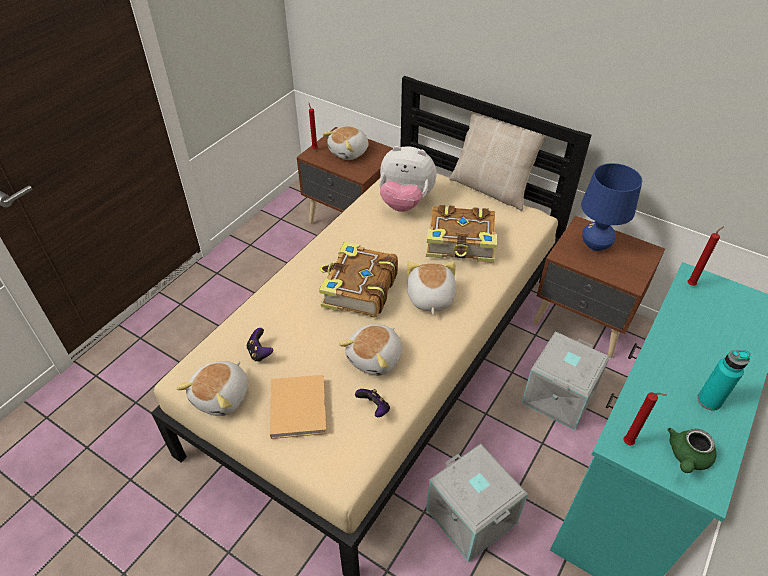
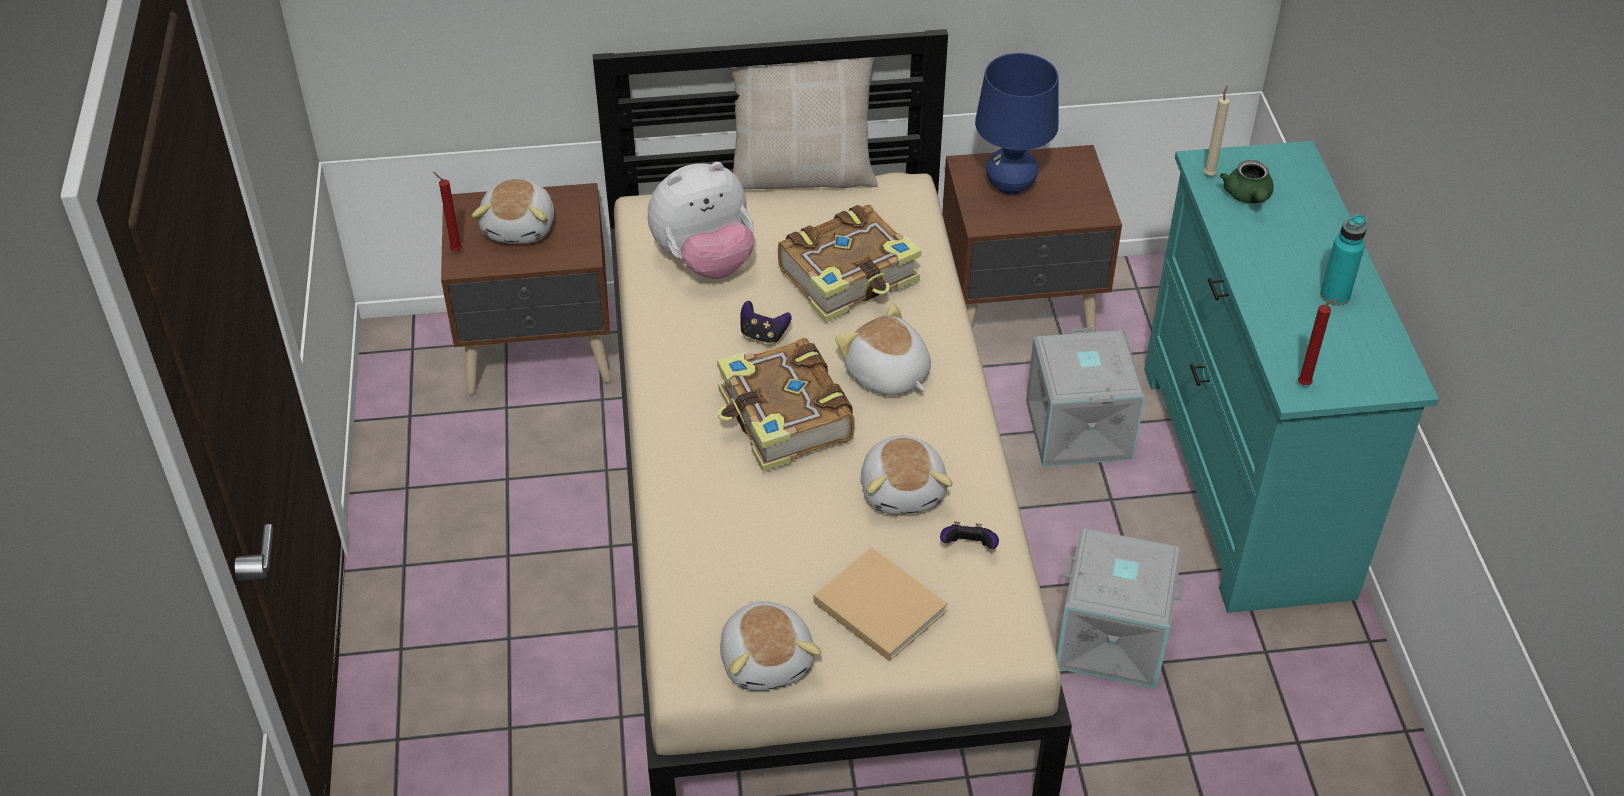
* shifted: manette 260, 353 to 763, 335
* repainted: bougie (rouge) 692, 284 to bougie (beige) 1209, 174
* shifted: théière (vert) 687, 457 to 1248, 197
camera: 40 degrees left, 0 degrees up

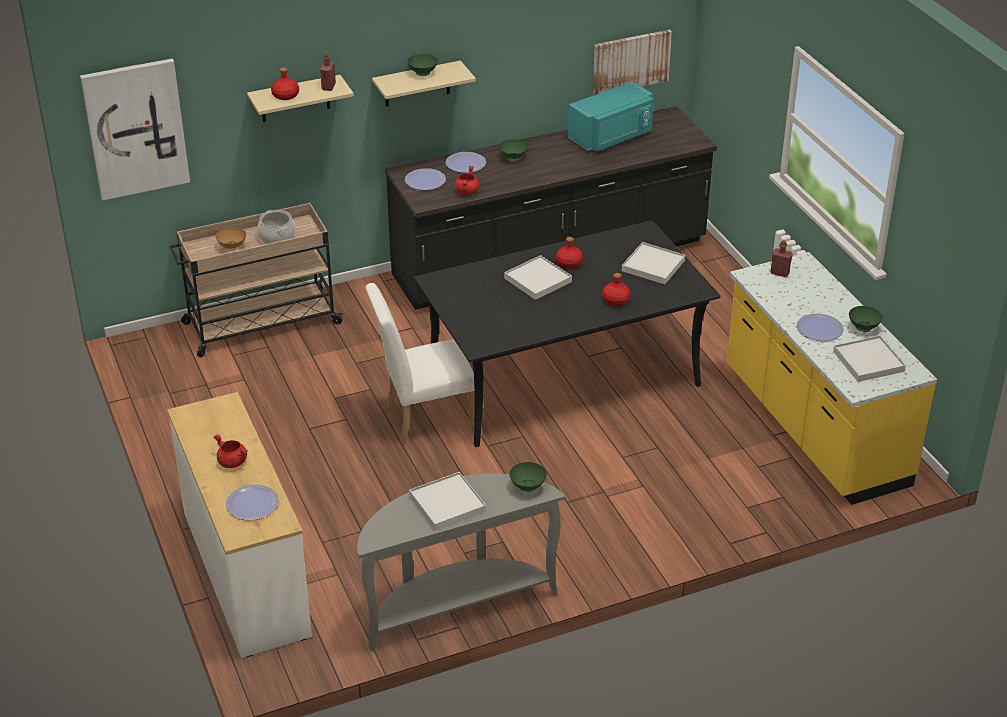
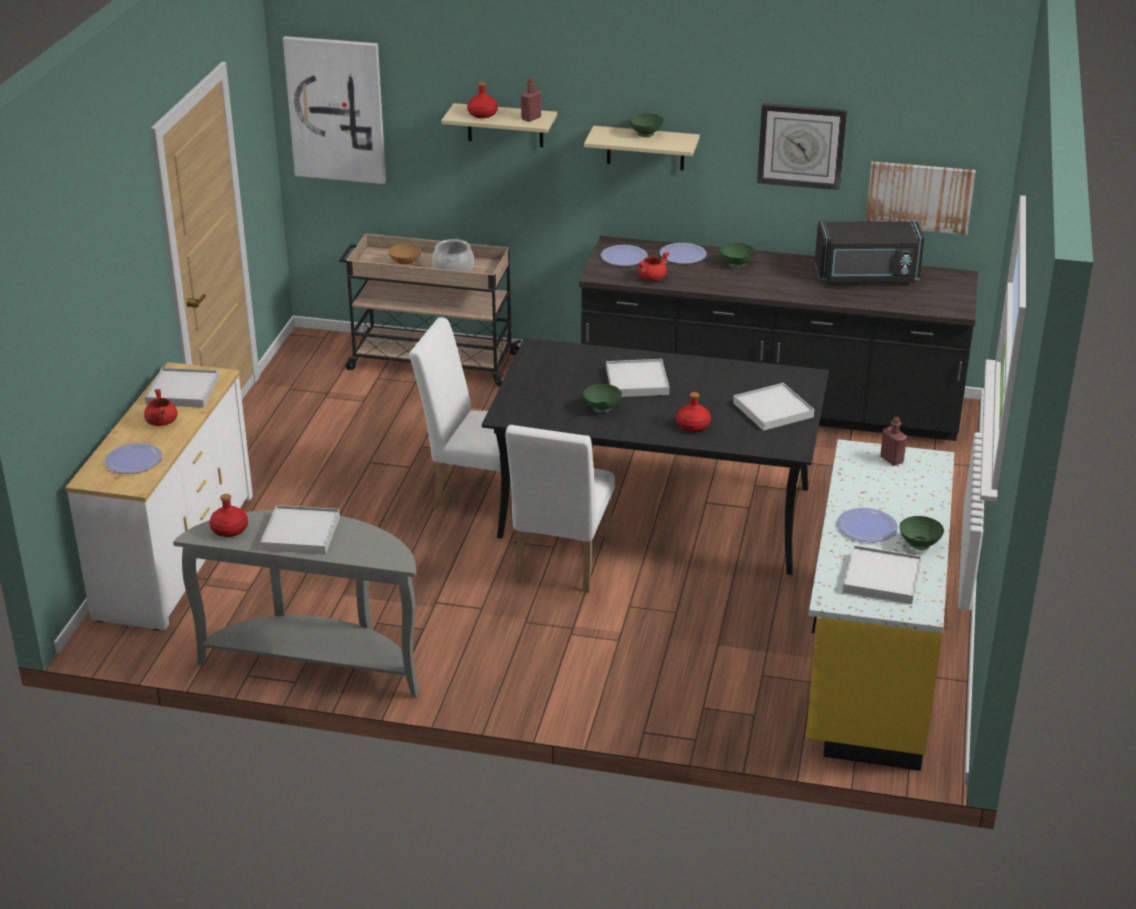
* new: plateau (blanc) 183, 391
* shifted: bouteille (rouge) 569, 263 to 230, 529
* new: chaise (blanc) 560, 565
* shifted: bol (vert) 527, 487 to 601, 409
* new: horloge murale 801, 146
* repainted: micro-ondes (turquoise) 612, 136 to micro-ondes (noir) 867, 277
camera: 35 degrees right, 5 degrees down

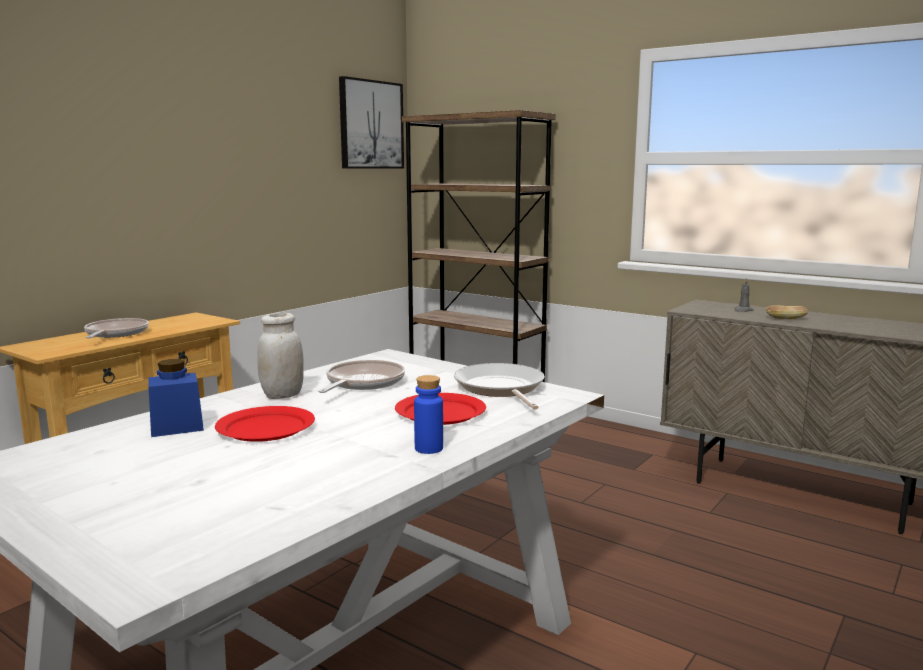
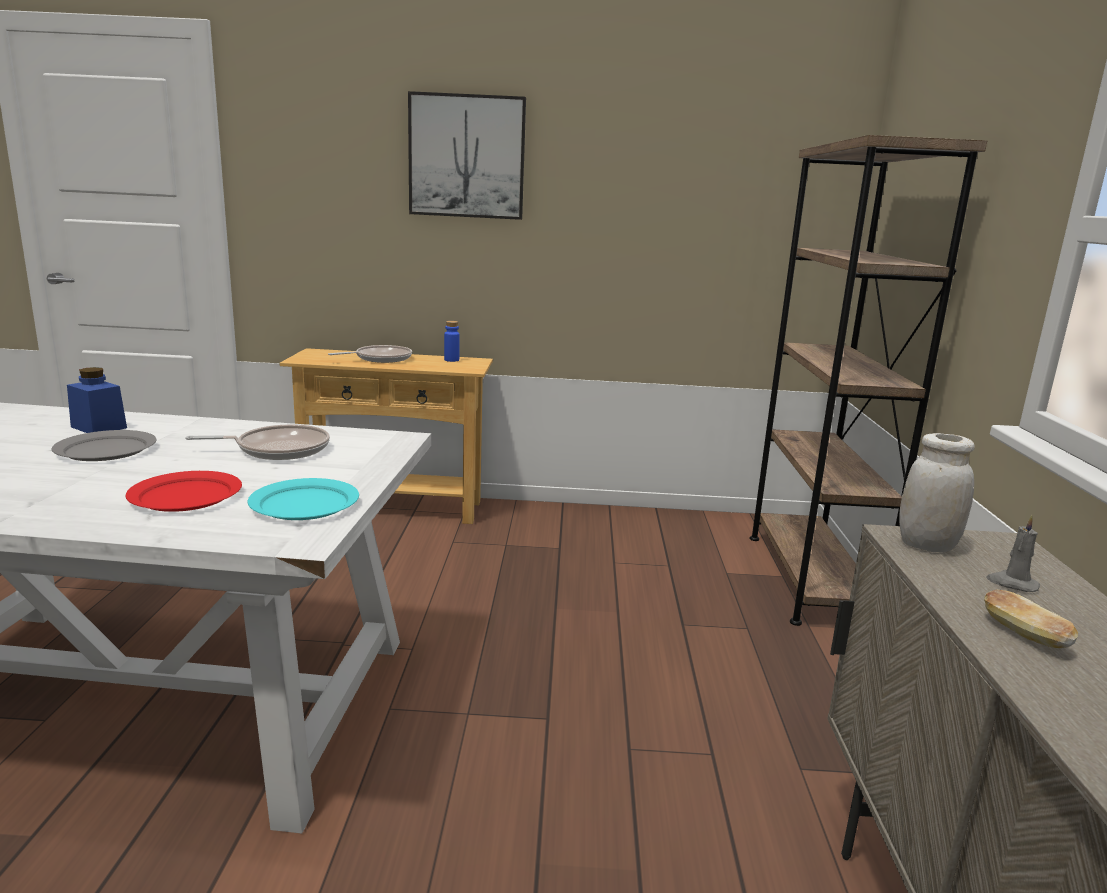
* repainted: assiette (rouge) 265, 428 to assiette (gris) 105, 450
* swapped: poêle 500, 388 to assiette (turquoise) 303, 504
* shifted: tableau 371, 125 to 467, 157
* shifted: bouteille (bleu) 429, 448 to 451, 360
* shifted: bocal (blanc) 282, 395 to 926, 545
camera: 55 degrees right, 5 degrees up

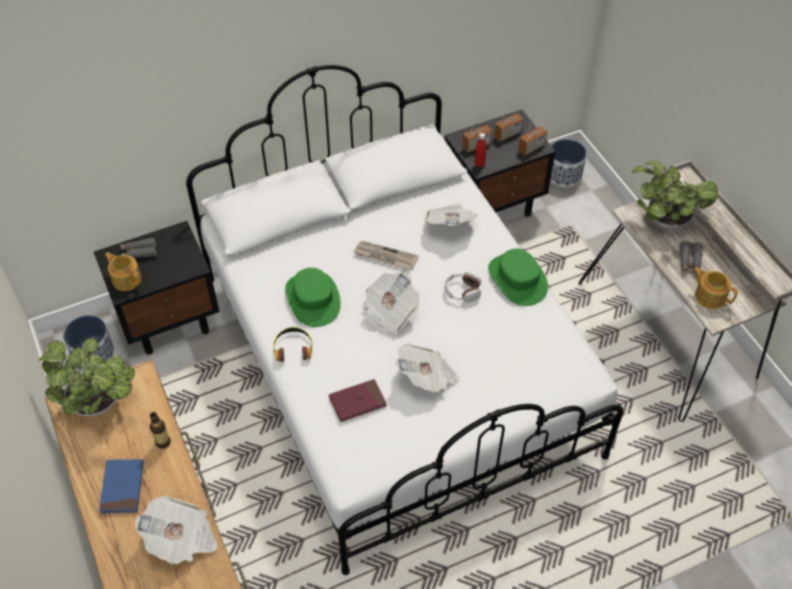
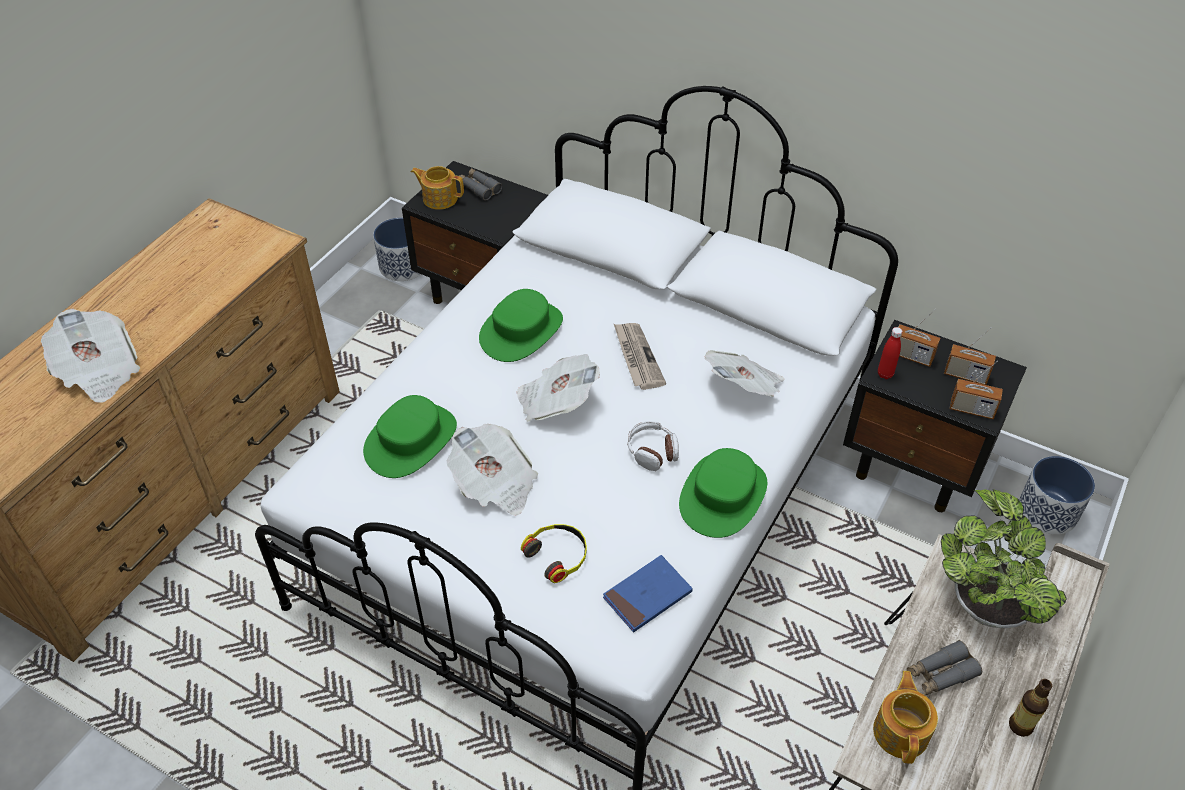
* swapped: livre (rouge) 357, 402 to chapeau (vert) 411, 441
* rotated: théière 126, 279 = 439, 198 75 degrees counterclockwise
* shifted: casque audio 293, 348 to 557, 555
* shifted: livre (bleu) 122, 487 to 647, 596
* shifted: bouteille 163, 442 to 1020, 726
* gone: plante en pot 100, 404
camera: 55 degrees right, 5 degrees down

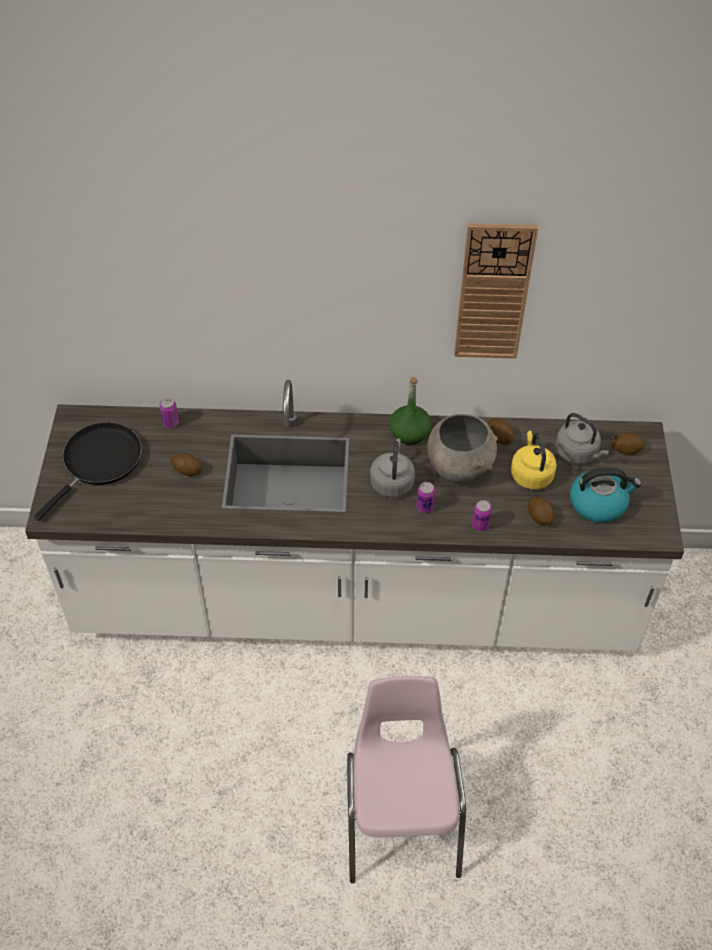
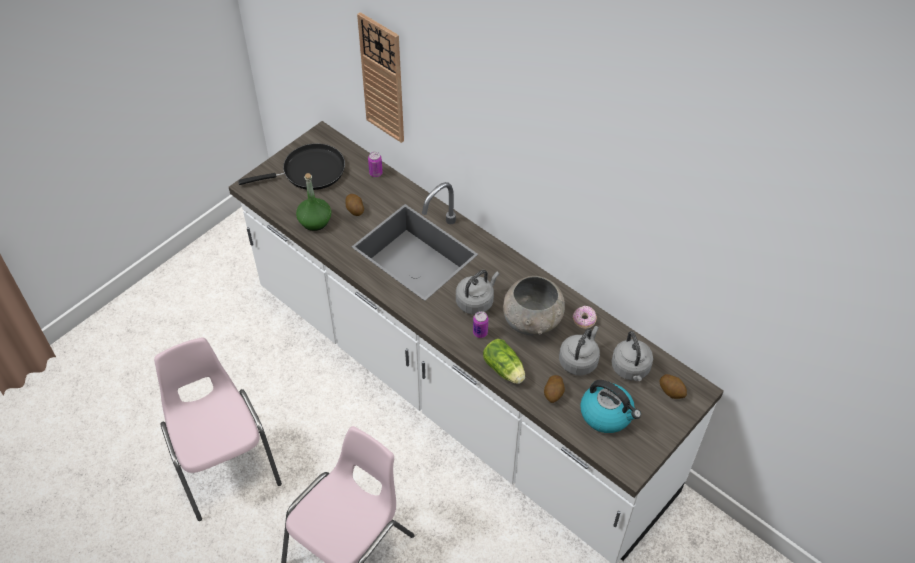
* new: chaise (rose) 224, 461
* shifted: bouteille (vert) 410, 433 to 315, 221
* shifted: horloge murale 493, 292 to 383, 79
* swapped: boîte métallique 480, 525 to laitue 505, 370
* repainted: bouilloire (jaune) 531, 474 to bouilloire (gris) 579, 360
* swapped: pomme de terre 499, 437 to beignet 584, 320
camera: 40 degrees right, 0 degrees up

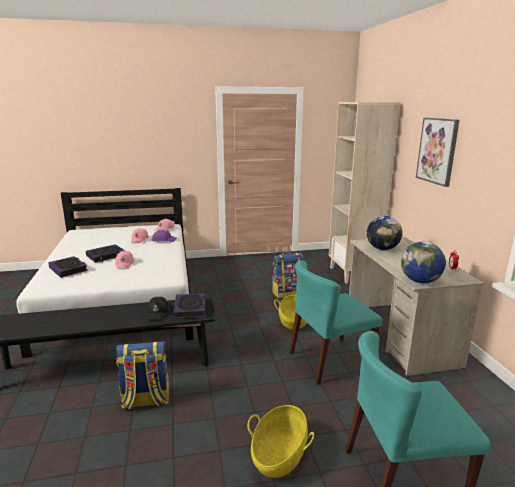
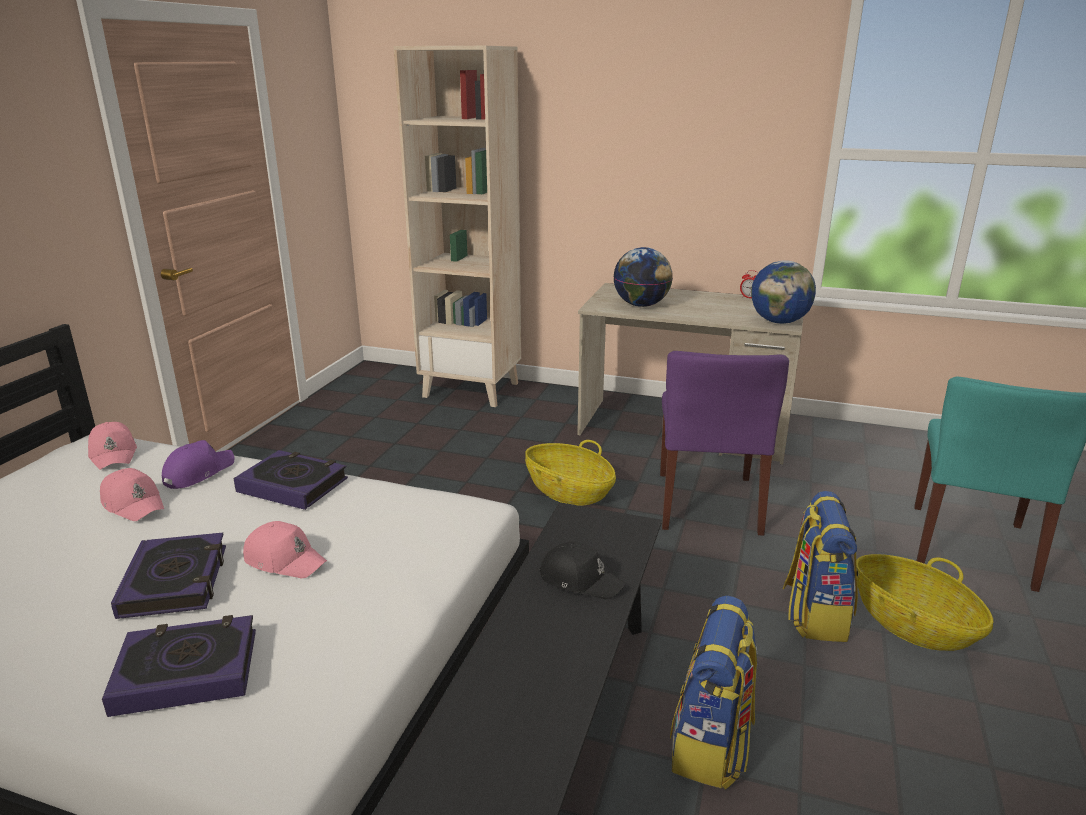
* shifted: livre 190, 309 to 293, 485
* repainted: chaise (turquoise) 329, 360 to chaise (violet) 708, 503
* shifted: sac à dos 287, 293 to 814, 613
* gone: tableau 437, 151
camera: 60 degrees left, 5 degrees up

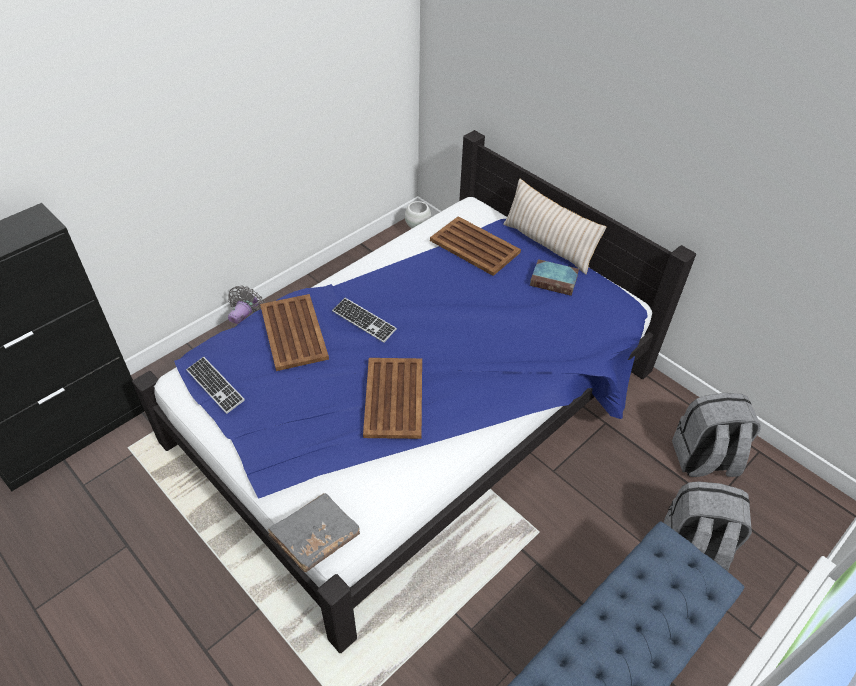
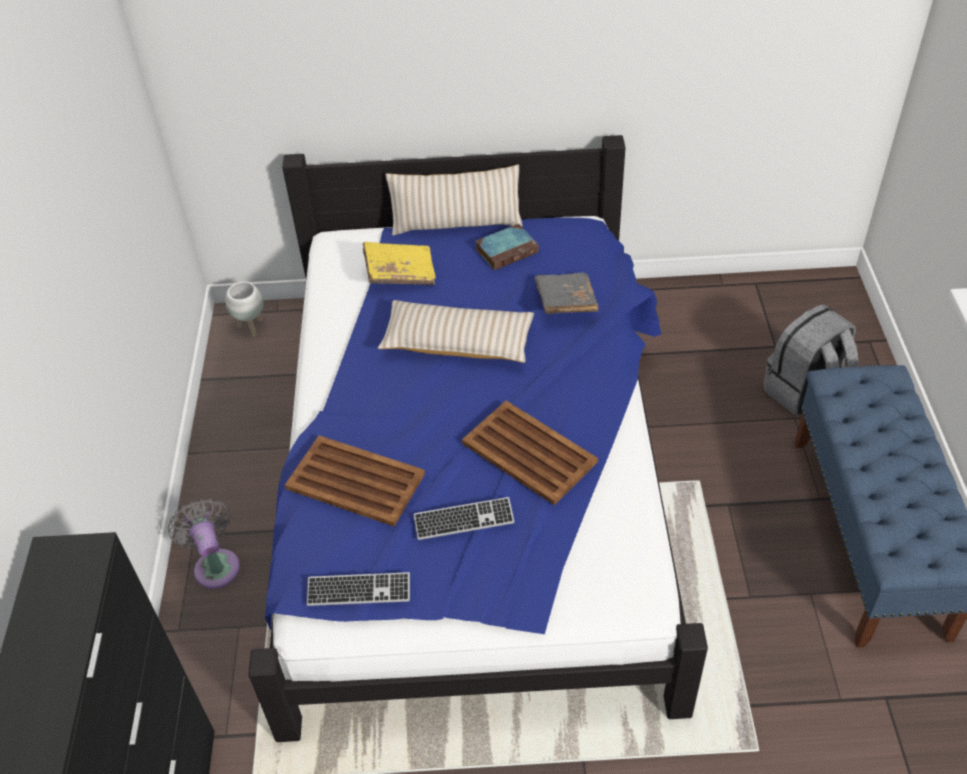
* swapped: plateau (marron) 475, 247 to livre (jaune) 400, 273
* new: coussin (beige) 457, 343
* shifted: clavier 364, 321 to 464, 520
* shifted: livre (gris) 316, 538 to 565, 303
* gone: sac à dos (gris) 703, 459
camera: 45 degrees left, 0 degrees up

